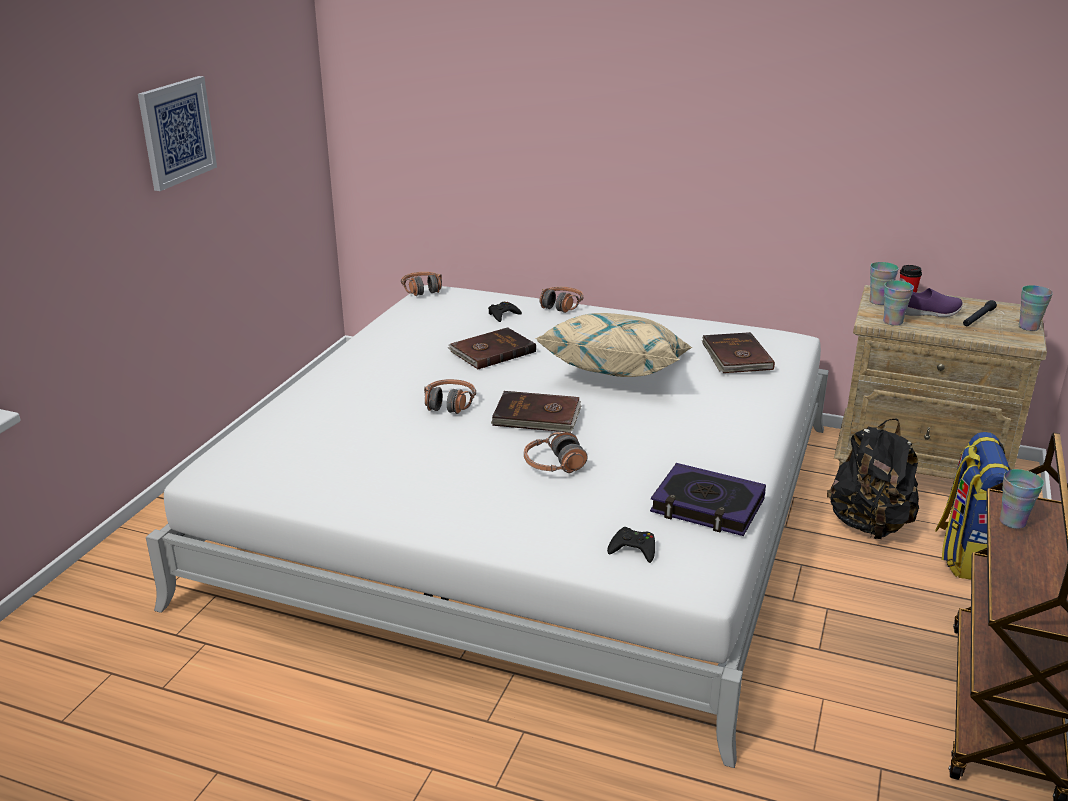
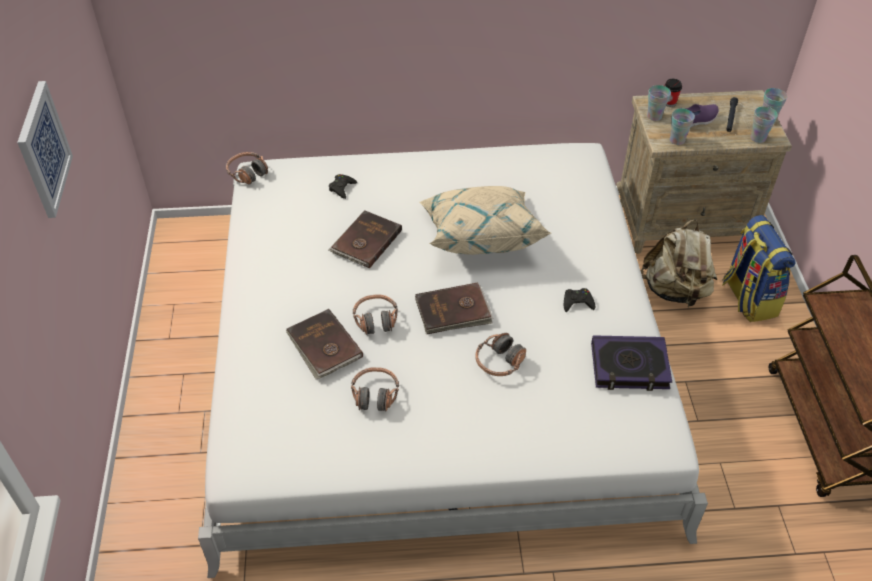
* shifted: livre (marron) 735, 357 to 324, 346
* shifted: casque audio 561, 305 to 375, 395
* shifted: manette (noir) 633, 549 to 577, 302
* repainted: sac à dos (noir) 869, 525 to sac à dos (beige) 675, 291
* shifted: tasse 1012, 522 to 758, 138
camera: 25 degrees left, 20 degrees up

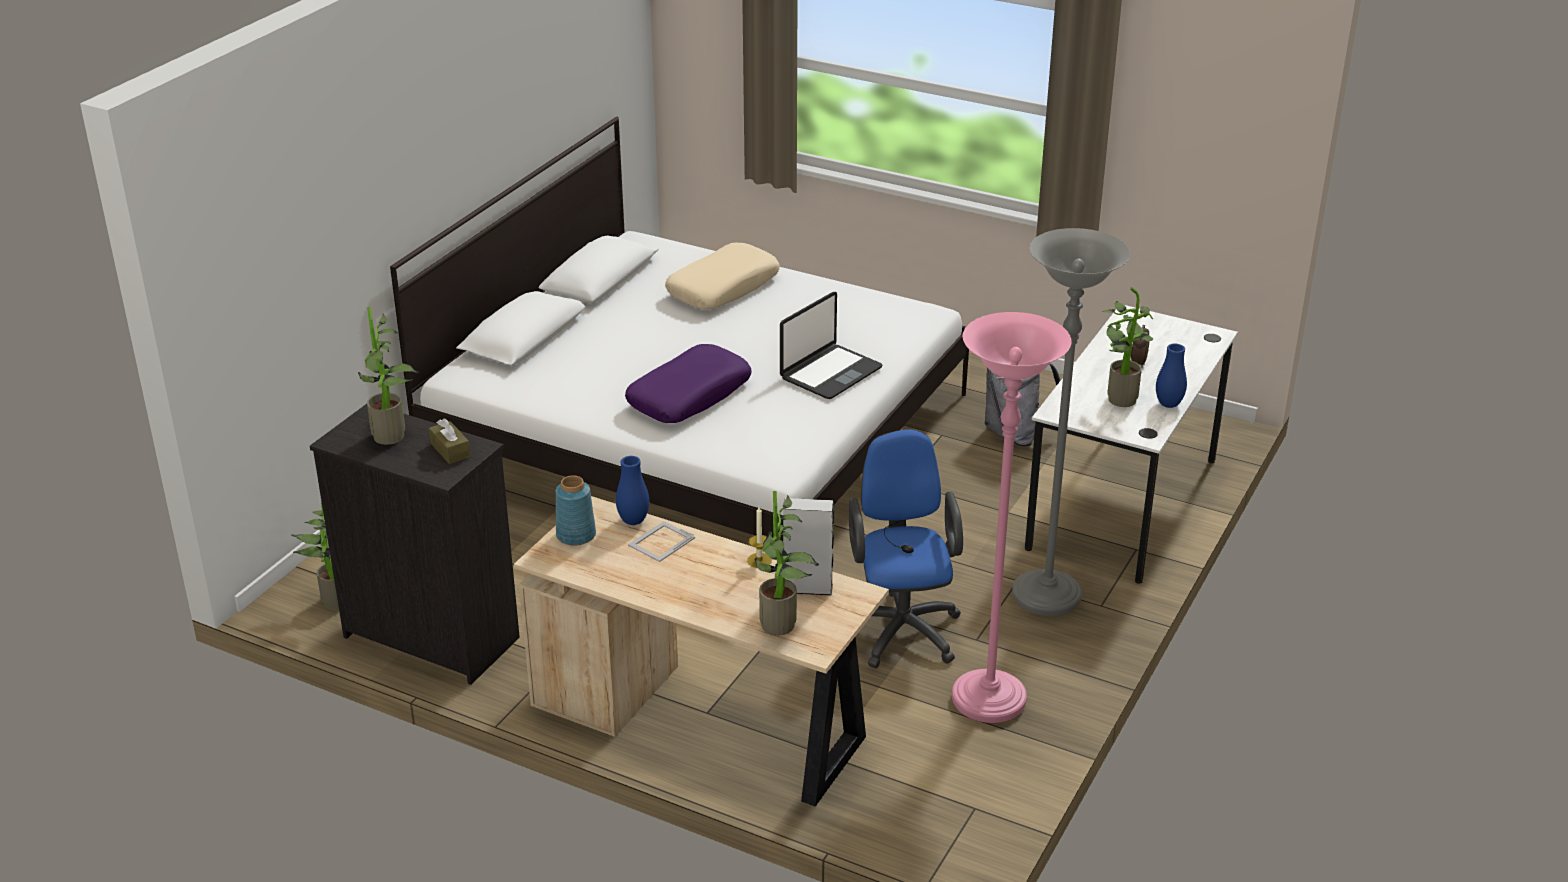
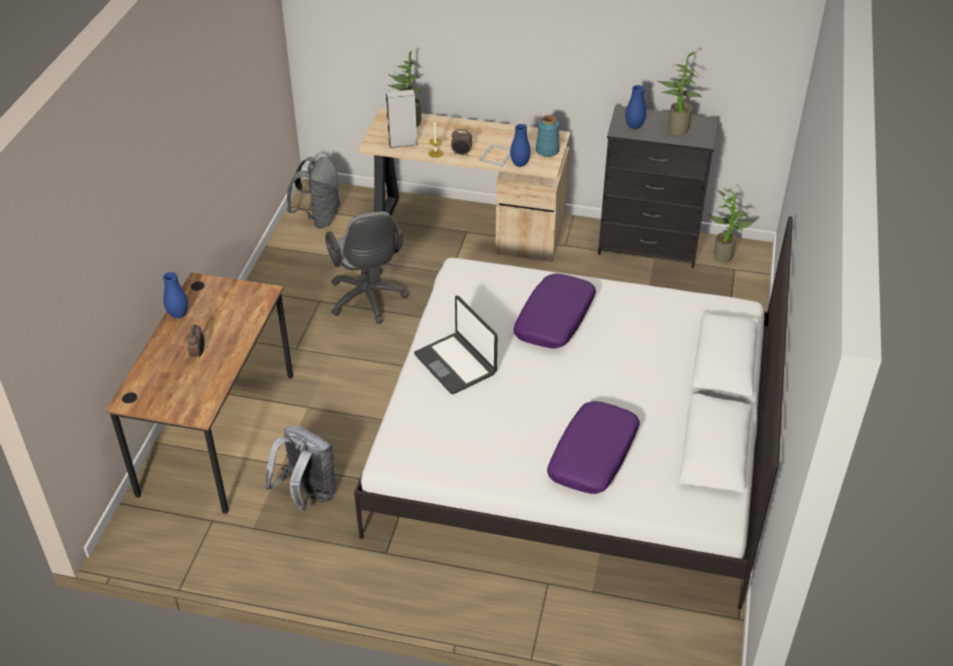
* repainted: bureau (blanc) 1123, 503 to bureau (marron) 218, 432
* new: sac à dos (gris) 319, 218
* repainted: chaise de bureau (bleu) 901, 627 to chaise de bureau (gris) 368, 301
* rotated: ordinateur portable 830, 373 = 456, 364 60 degrees counterclockwise
* new: réveil 461, 154
* repainted: coussin (beige) 722, 288 to coussin (violet) 593, 456
* swapped: boîte à mouchoirs (marron) 450, 450 to vase (bleu) 634, 127
* gone: lampadaire (rose) 988, 700
* gone: lampadaire (gris) 1046, 597
* gone: plante en pot 1119, 397
camera: 165 degrees right, 10 degrees up

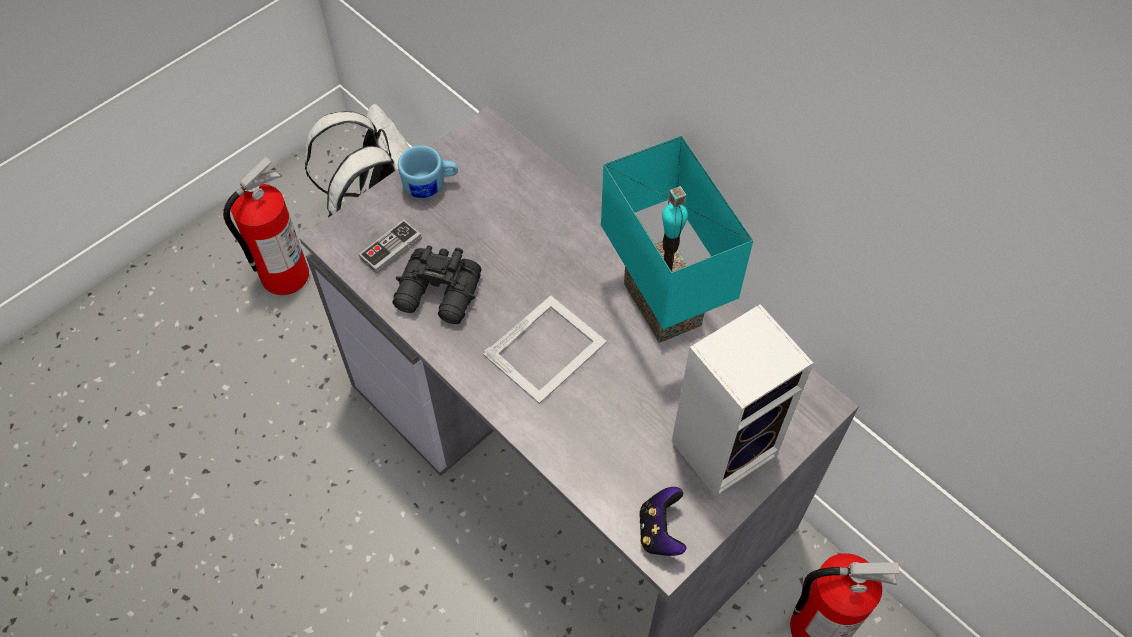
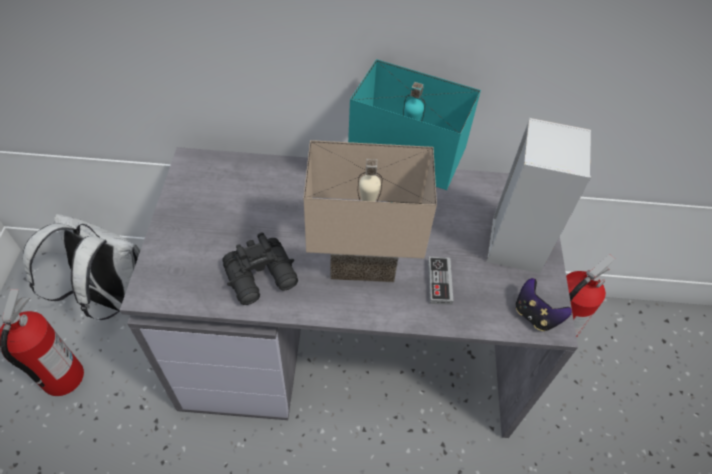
* swapped: cadre photo 547, 348 to lampe de table (beige) 364, 261
* shifted: manette 391, 249 to 439, 282
* gone: mug (bleu) 431, 186
camera: 45 degrees left, 5 degrees down

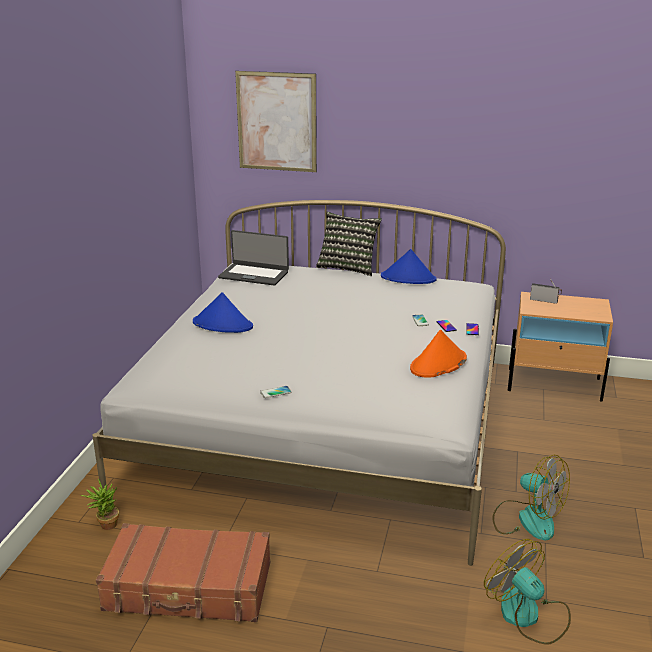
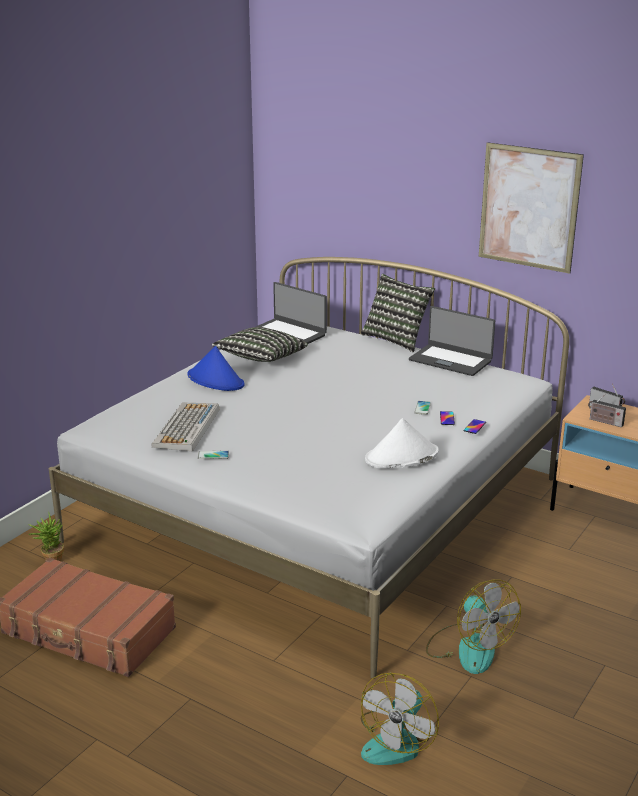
* new: clavier 187, 428
* new: coussin 260, 359
* rotated: ventilateur 528, 615 = 397, 740 135 degrees counterclockwise
* repainted: chapeau (orange) 438, 364 to chapeau (blanc) 401, 456
* swapped: chapeau (bleu) 408, 278 to ordinateur portable 451, 360
* shifted: tableau 276, 122 to 528, 207
* new: radio 604, 422
camera: 20 degrees right, 0 degrees up

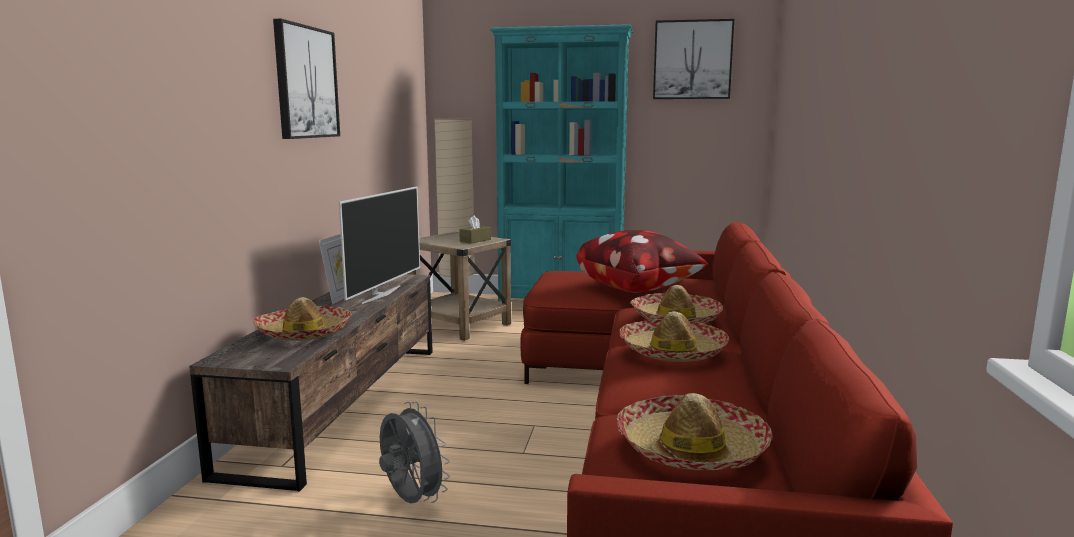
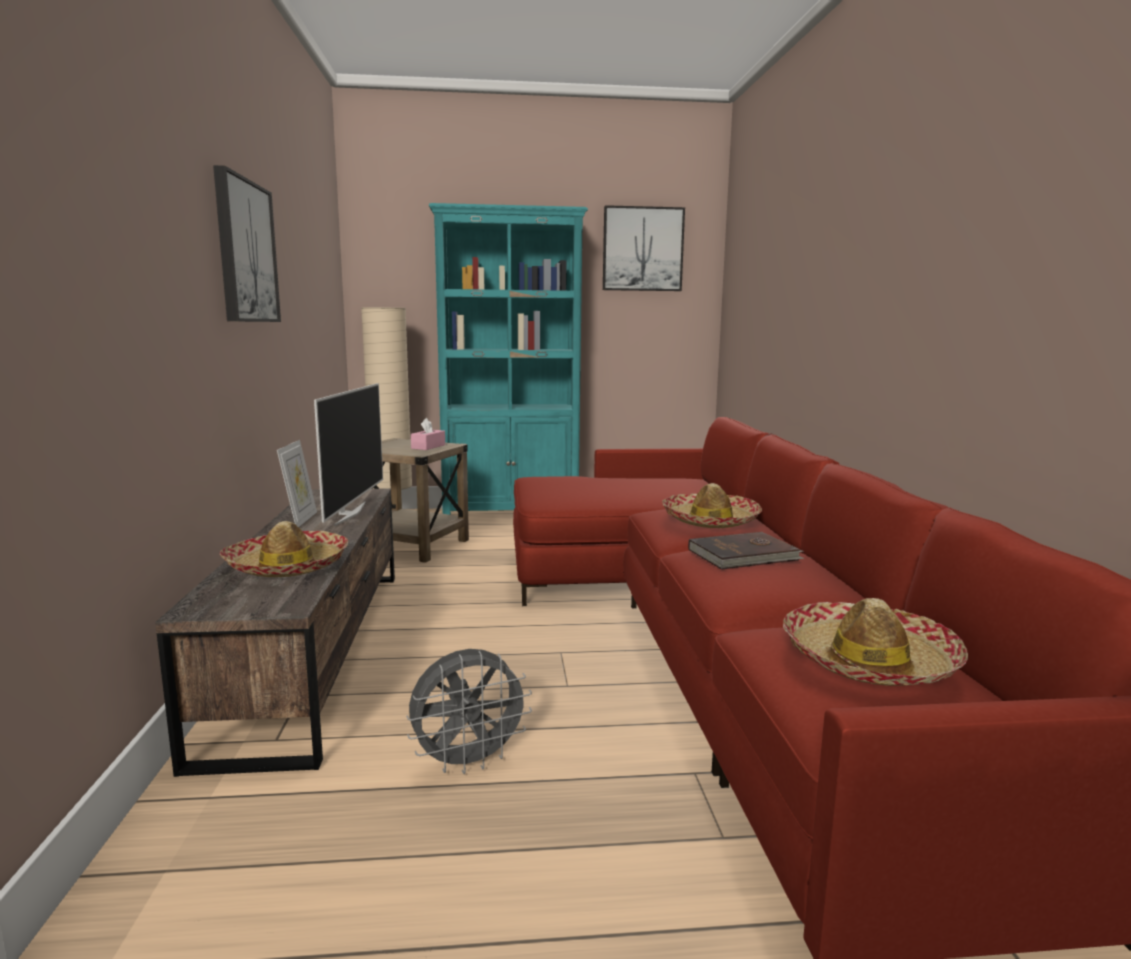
* rotated: ventilateur (gris) 410, 501 = 468, 762 120 degrees clockwise
* repainted: boîte à mouchoirs (marron) 475, 240 to boîte à mouchoirs (rose) 428, 447
* swapped: chapeau 672, 352 to livre (marron) 744, 555
* gone: coussin 637, 288
camera: 15 degrees left, 0 degrees up

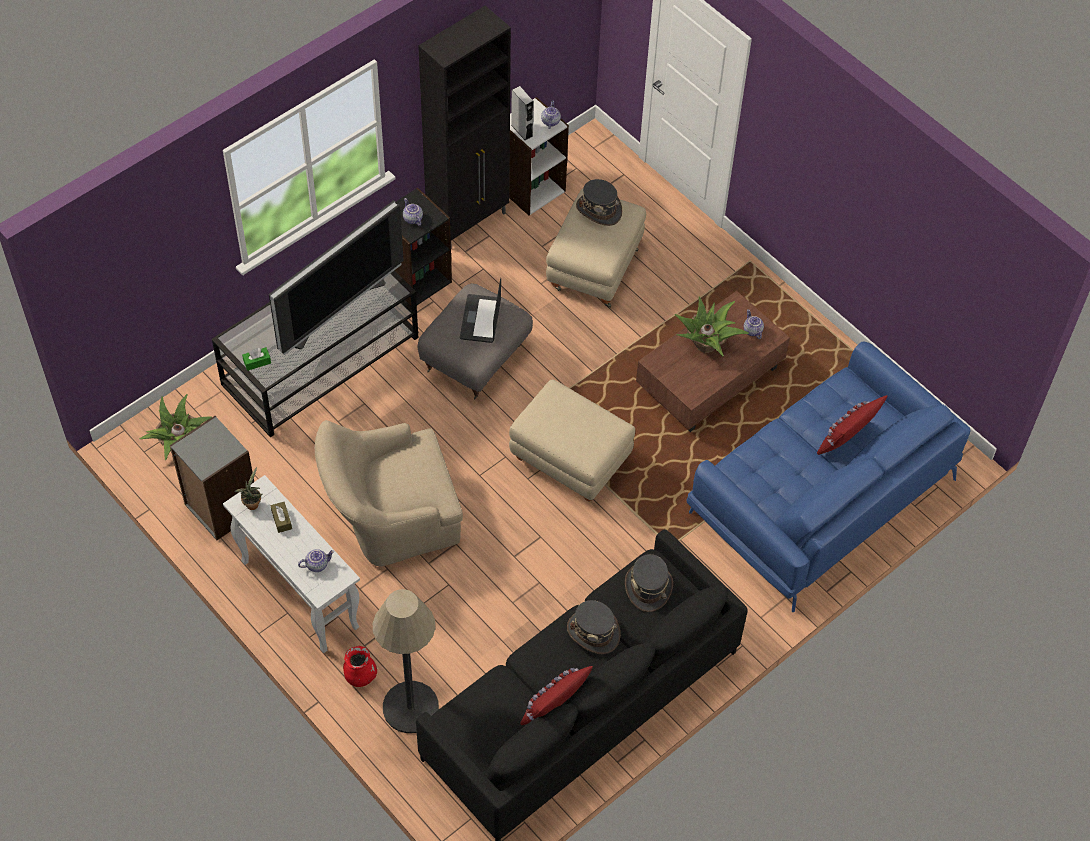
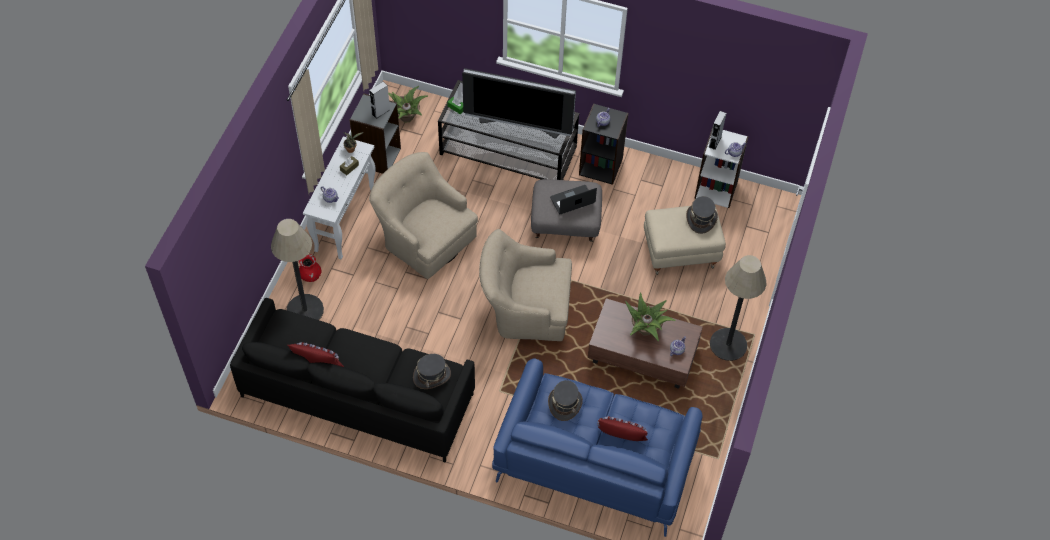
* new: enceinte (gris) 380, 112
* swapped: pouf (beige) 569, 462 to fauteuil (beige) 524, 308
* shifted: chapeau (gris) 593, 632 to 565, 404
* new: lampadaire 728, 345
* gone: meuble de rangement (noir) 469, 222
camera: 60 degrees right, 0 degrees up

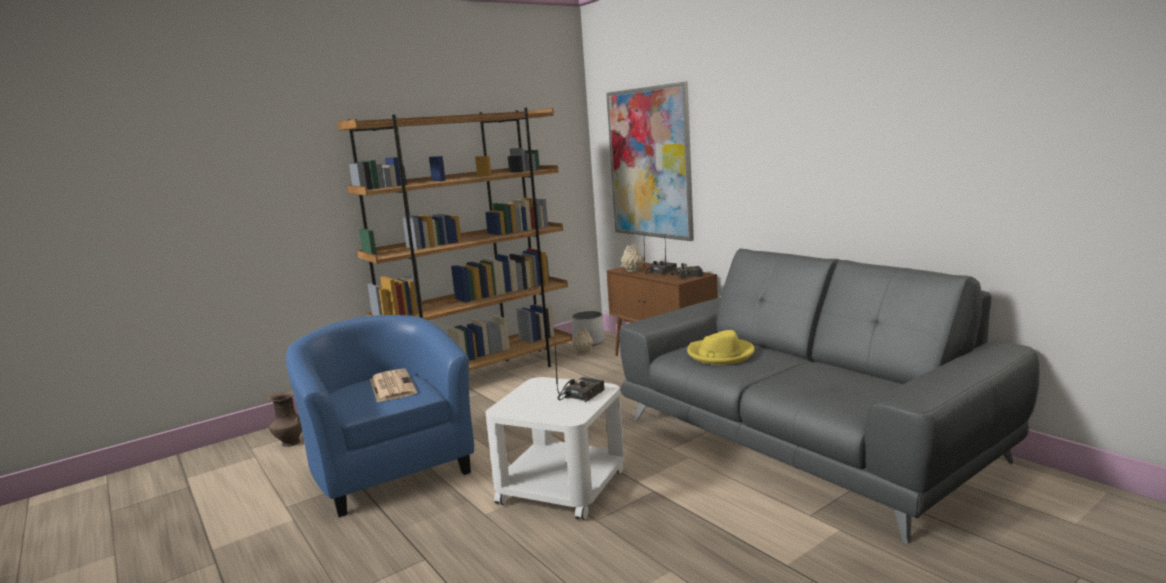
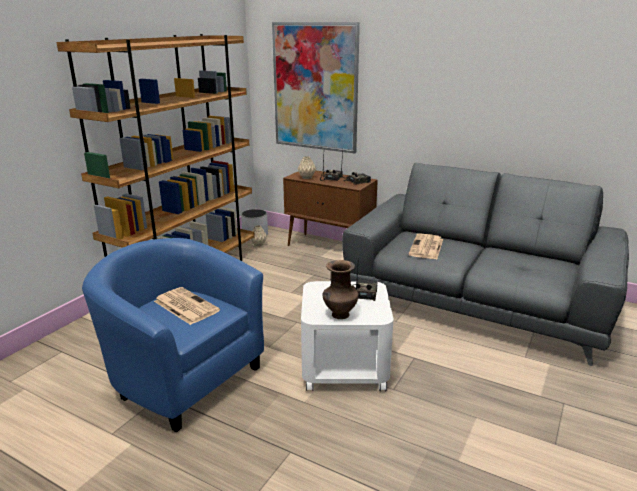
* shifted: vase (marron) 290, 443 to 339, 315
* swapped: chapeau (jaune) 720, 354 to journal 426, 247
camera: 25 degrees left, 10 degrees up

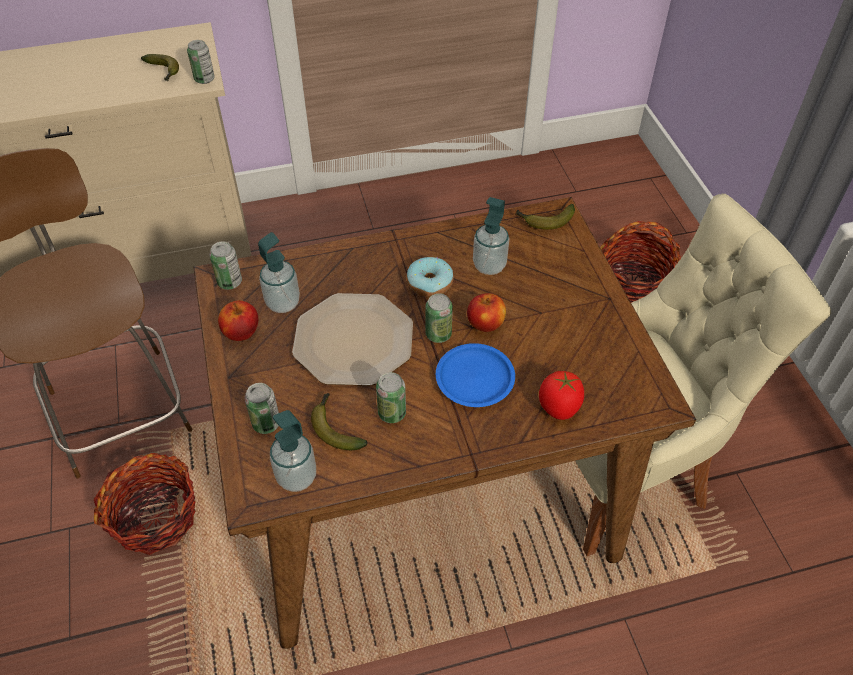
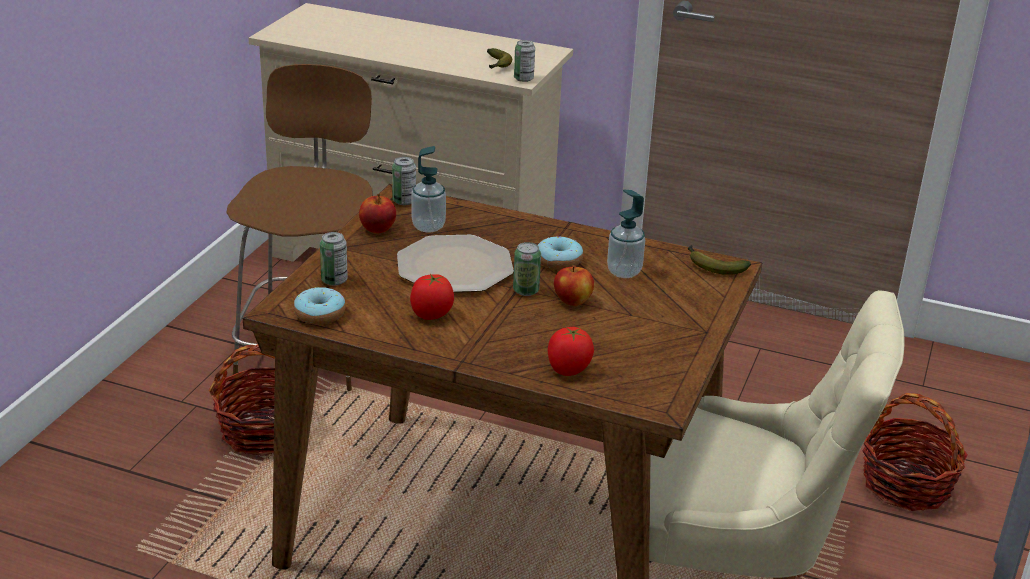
* swapped: distributeur de savon 296, 477 to beignet 320, 314
* swapped: boîte métallique 392, 413 to tomate 431, 314
* gone: banane 335, 427
* gone: assiette (bleu) 474, 379
camera: 35 degrees right, 20 degrees down

